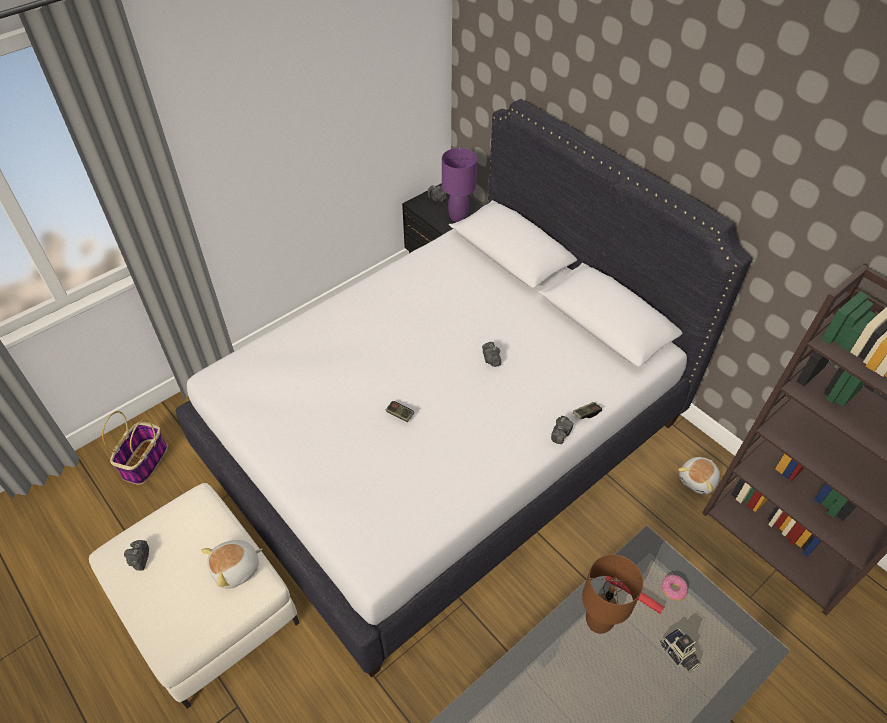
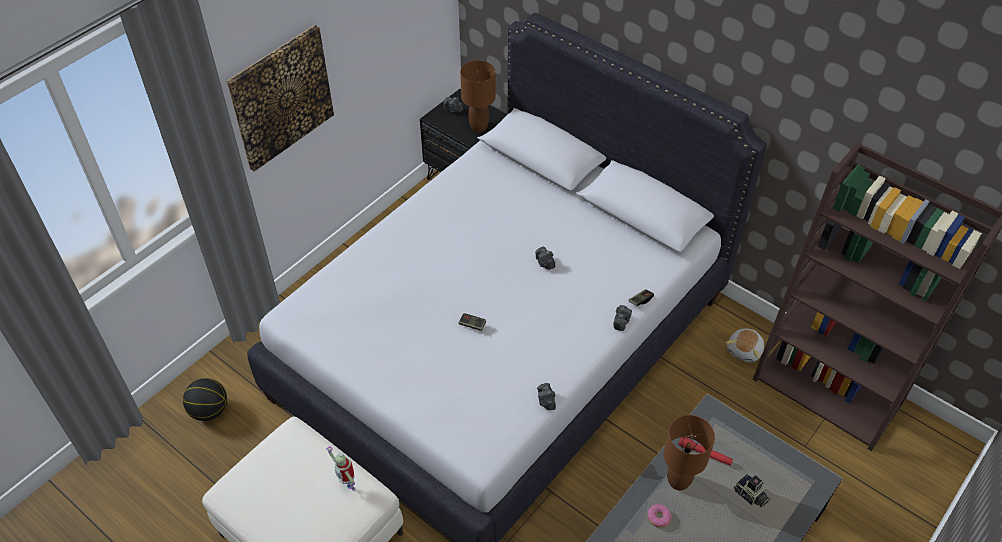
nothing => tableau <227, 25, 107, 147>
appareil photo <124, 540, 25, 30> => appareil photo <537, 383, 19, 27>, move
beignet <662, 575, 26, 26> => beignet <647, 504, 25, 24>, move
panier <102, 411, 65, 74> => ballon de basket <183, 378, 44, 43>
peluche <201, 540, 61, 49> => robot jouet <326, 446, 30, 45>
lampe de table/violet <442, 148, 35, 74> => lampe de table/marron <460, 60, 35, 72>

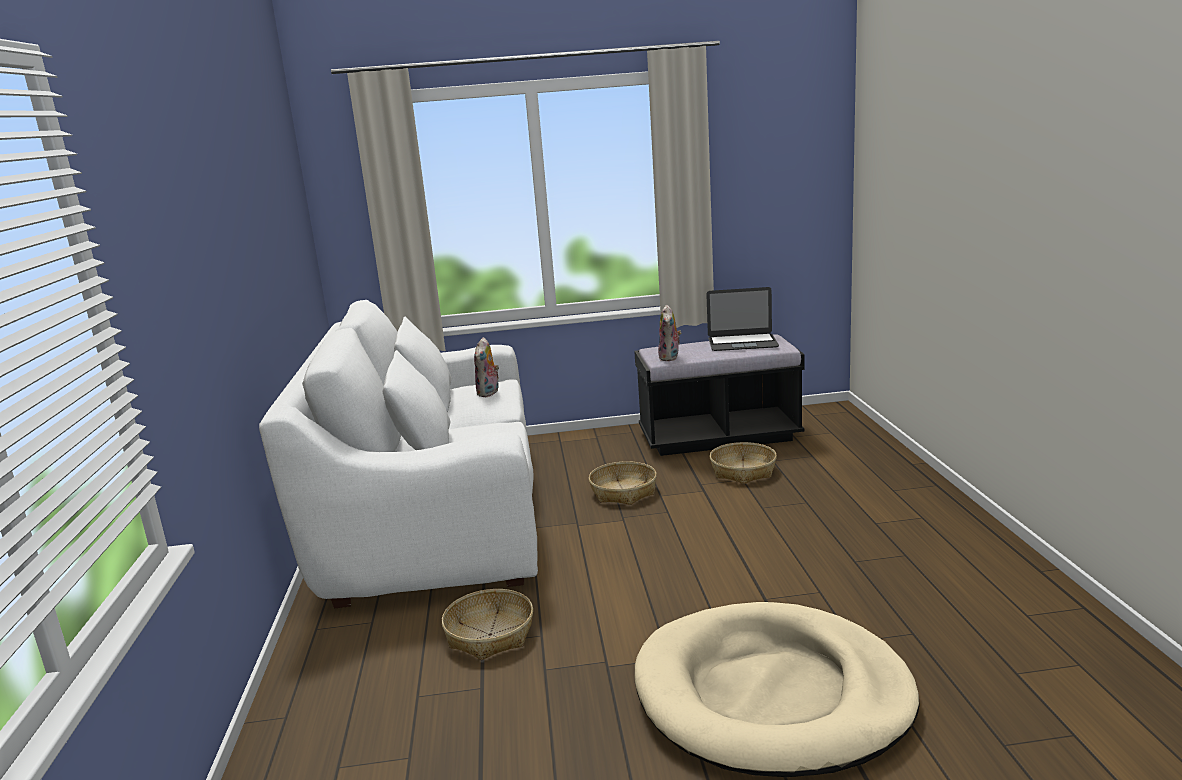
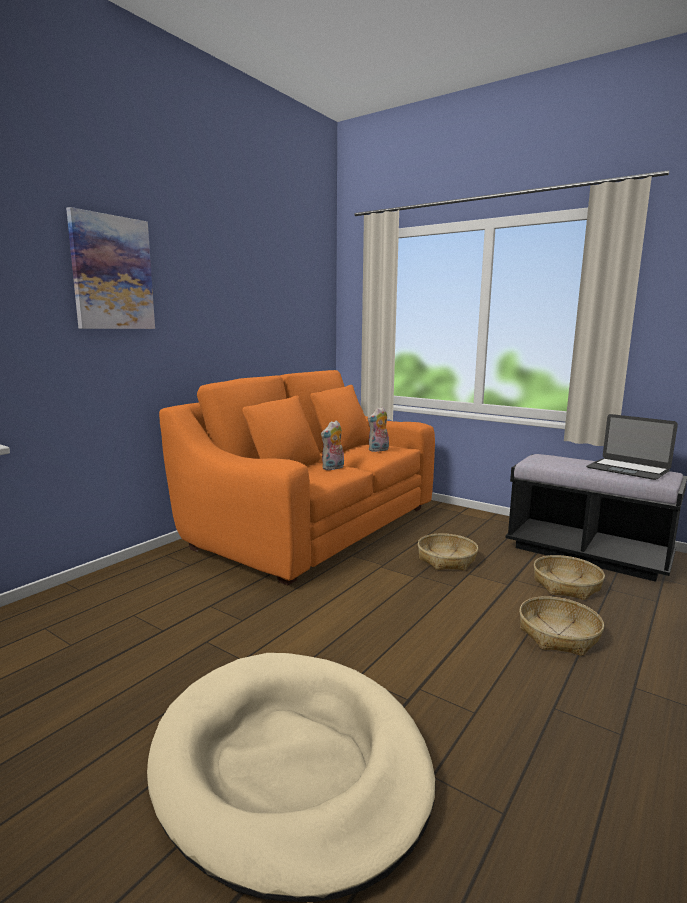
nothing => tableau <66, 207, 89, 122>
panier <442, 589, 91, 71> => panier <519, 596, 85, 60>, move
peluche <658, 305, 23, 56> => peluche <321, 420, 23, 50>, move
canapé/blanc <259, 300, 279, 308> => canapé/orange <159, 370, 276, 215>

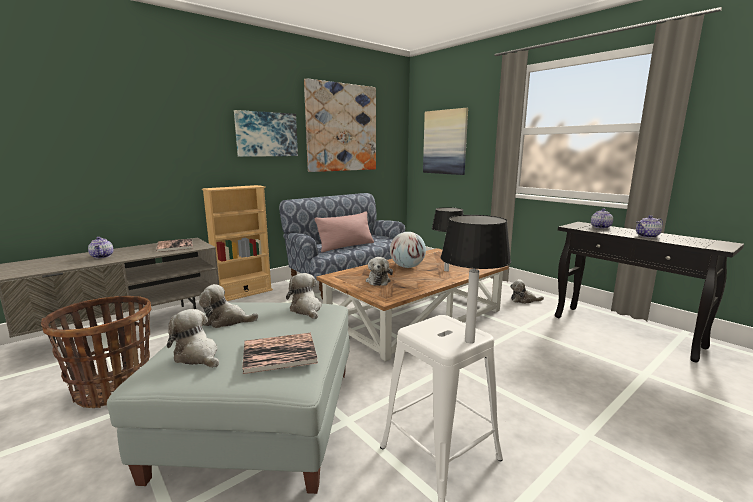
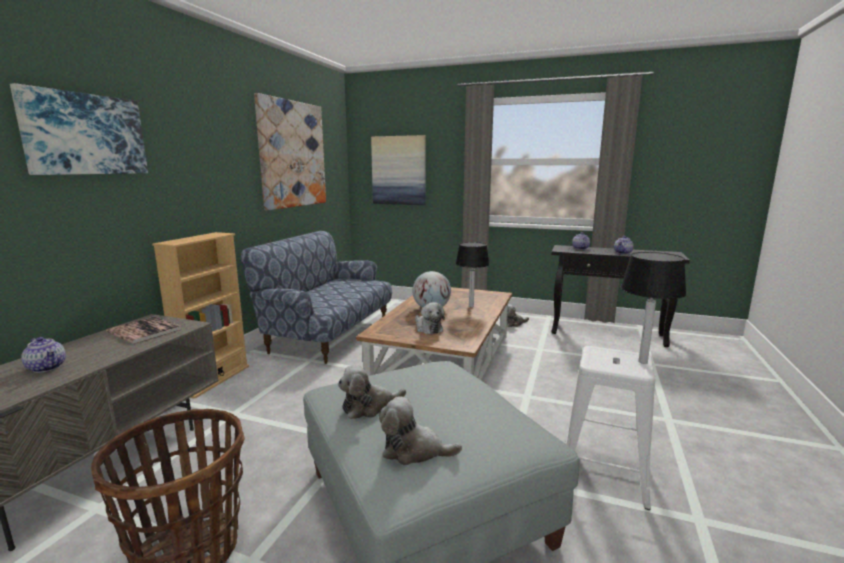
livre <242, 333, 76, 41> => nothing
peluche <286, 273, 36, 46> => nothing
coussin/rose <315, 211, 59, 41> => nothing
tableau <234, 110, 64, 47> => tableau <10, 83, 138, 92>, move

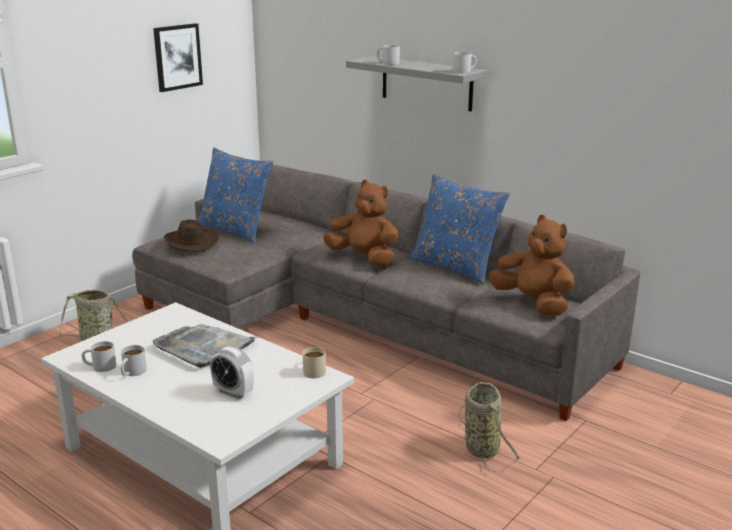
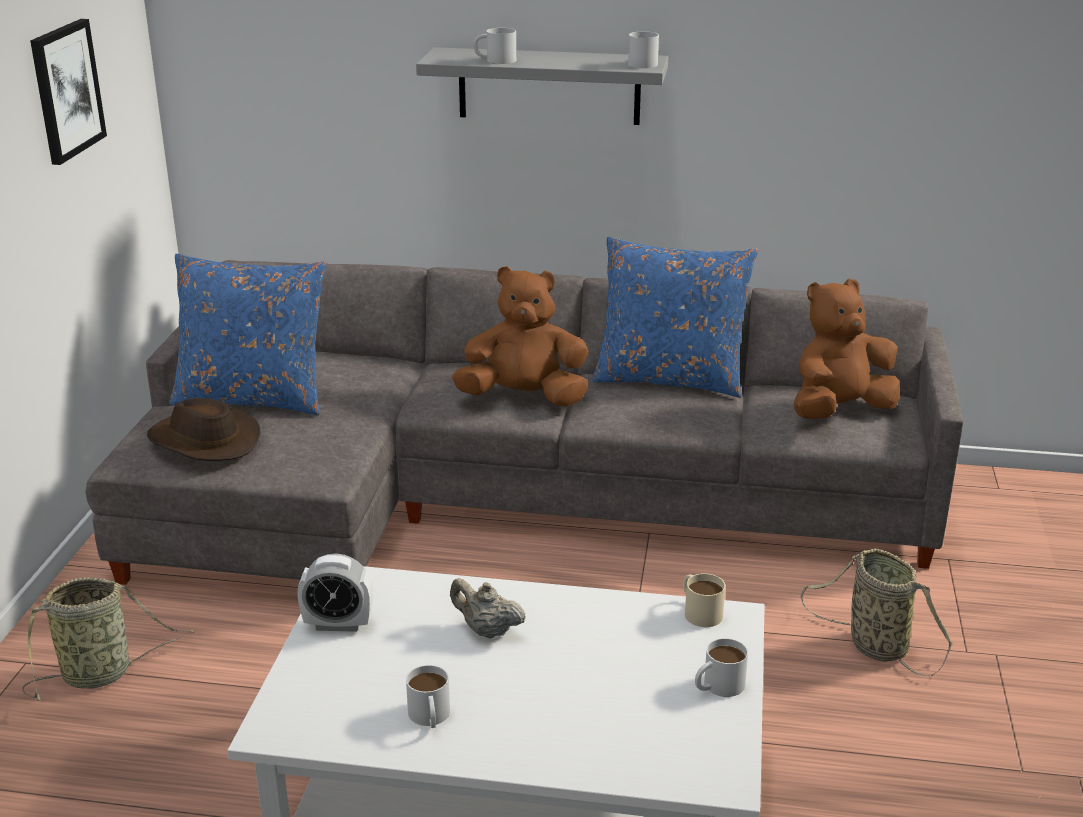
mug/blanc <82, 341, 35, 31> => mug/blanc <695, 638, 53, 59>, move
réveil <210, 346, 44, 53> => réveil <297, 554, 76, 78>, move
plateau/gris <153, 324, 105, 44> => théière/beige <450, 578, 76, 61>
peluche/marron <489, 215, 86, 101> => peluche/marron <794, 278, 106, 141>, 45 degrees counterclockwise

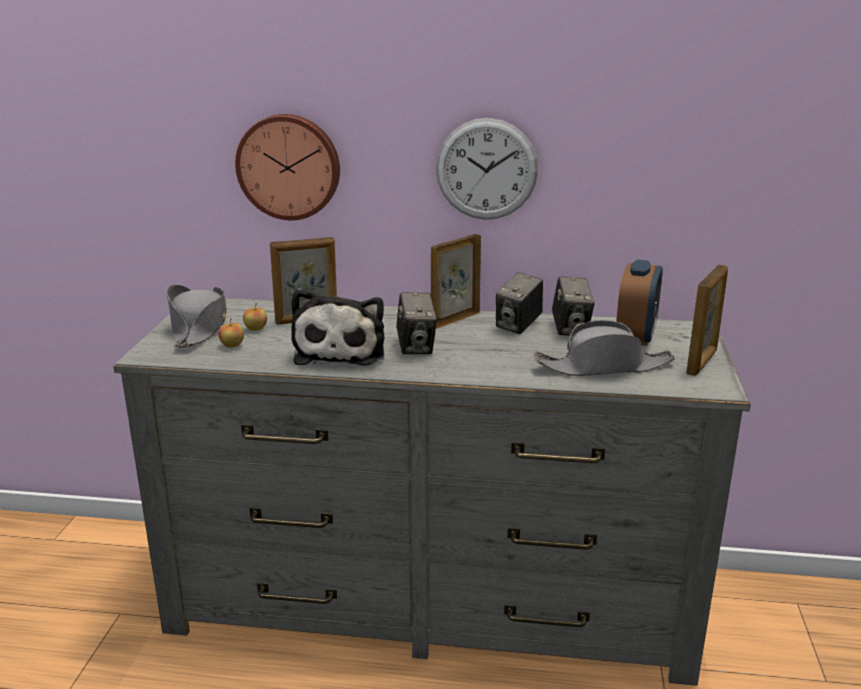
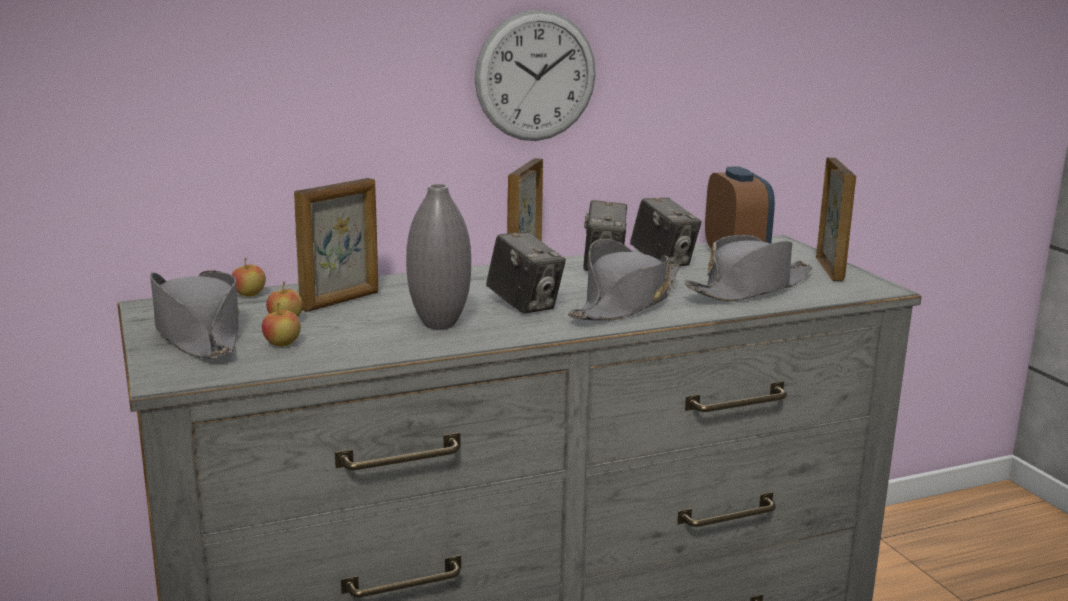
horloge murale <235, 114, 105, 106> => nothing
nothing => pomme <232, 258, 34, 39>
nothing => chapeau/gris <568, 239, 111, 82>
peluche <291, 288, 93, 78> => vase/gris <406, 184, 65, 145>

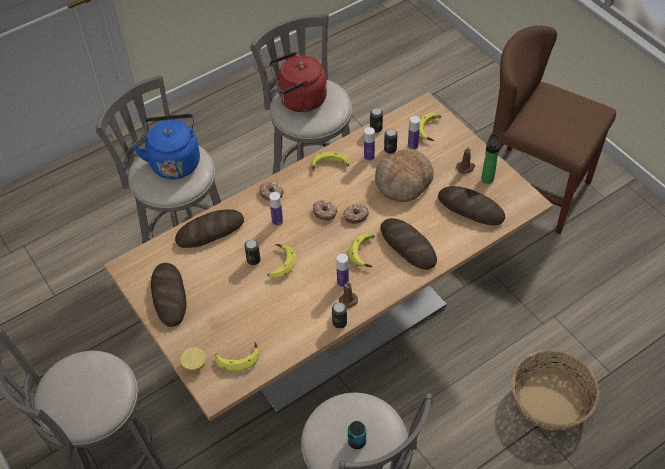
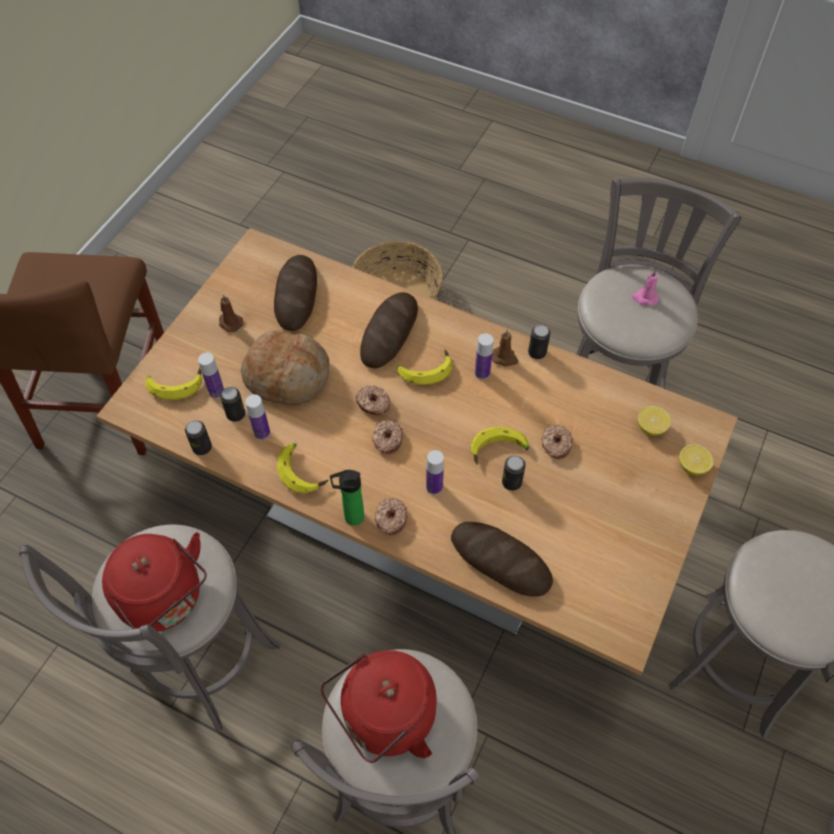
pain <151, 263, 36, 64> => nothing
nothing => beignet <542, 425, 31, 34>
bouteille <481, 134, 19, 50> => bouteille <330, 470, 34, 56>, move
banane <215, 342, 44, 29> => citron <638, 406, 33, 30>
boîte métallique <348, 421, 18, 28> => bougie/rose <632, 270, 27, 36>
bouilloire/bleu <133, 114, 67, 65> => bouilloire/rouge <320, 650, 117, 113>

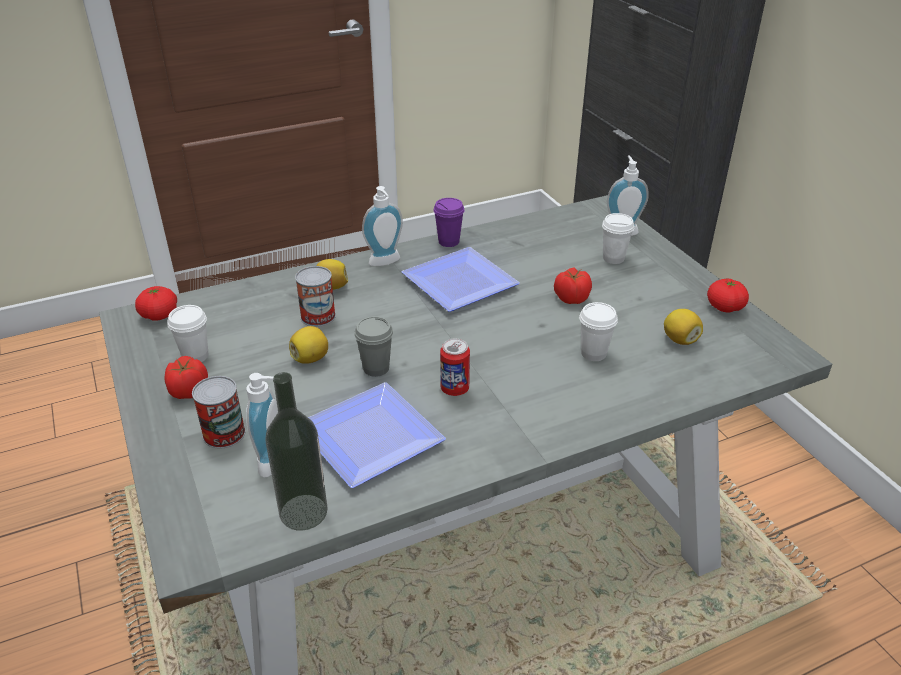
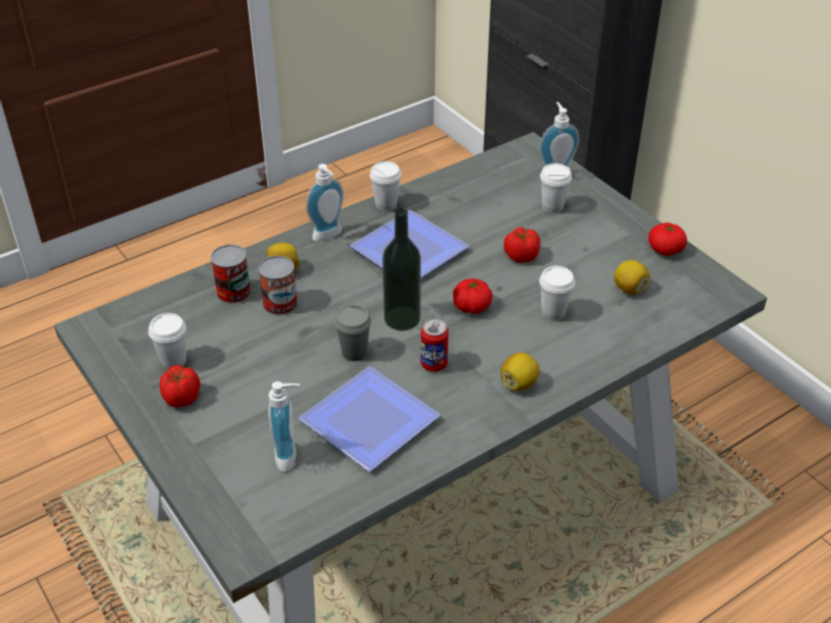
tomate <135, 286, 42, 35> => tomate <453, 279, 40, 35>, move
boîte métallique <192, 376, 54, 72> => boîte métallique <211, 244, 40, 60>, move
bouteille <265, 372, 63, 158> => bouteille <382, 208, 39, 123>, move
citron <289, 326, 39, 38> => citron <501, 353, 39, 38>, move
tasse/violet <433, 198, 32, 49> => tasse/blanc <370, 161, 31, 50>

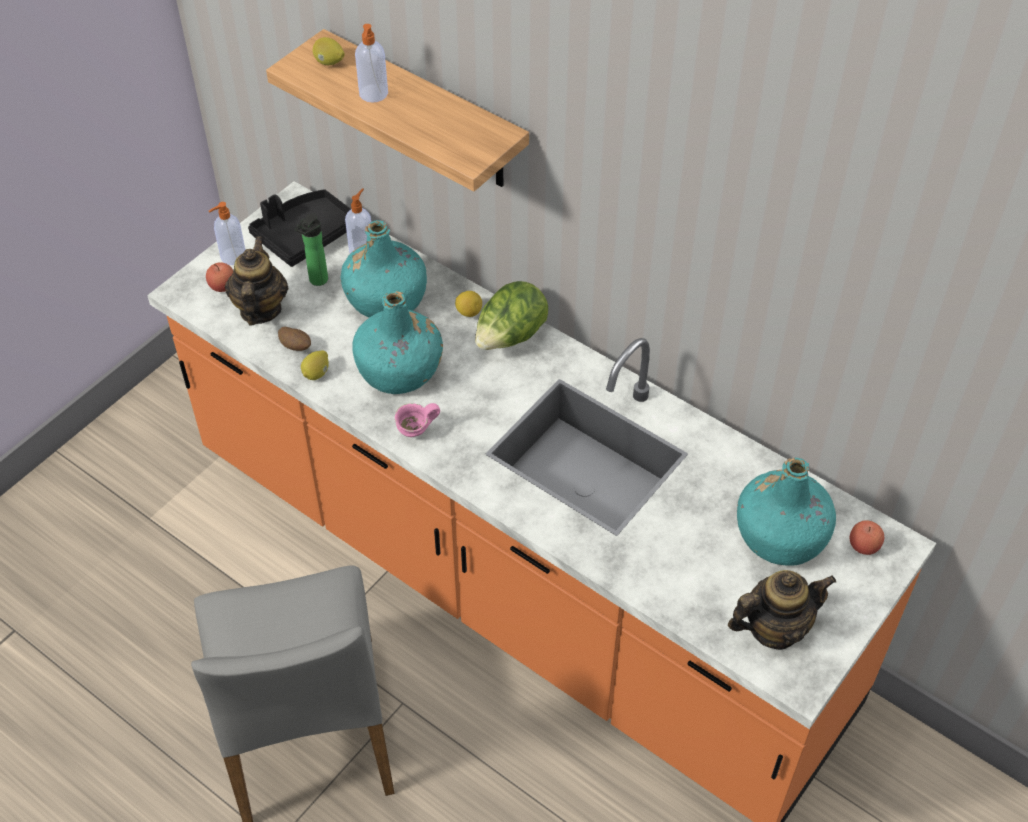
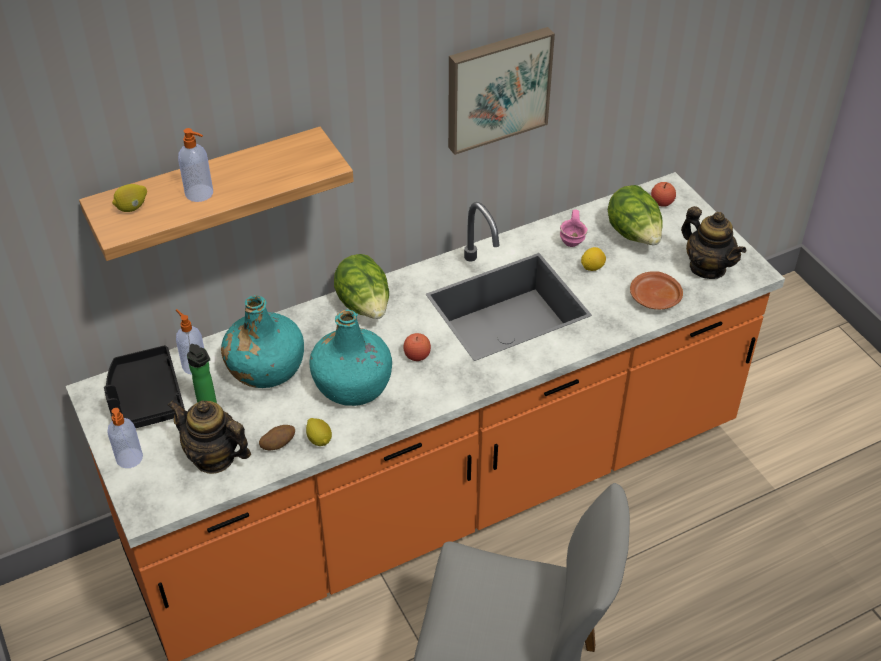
nothing => tableau <448, 27, 107, 128>
nothing => assiette/marron <630, 271, 53, 39>
pomme <206, 262, 27, 30> => pomme <404, 333, 27, 28>, move
mug/rose <395, 403, 45, 34> => mug/rose <560, 210, 28, 37>, move
citron <455, 291, 27, 26> => citron <581, 247, 25, 24>, move
bouteille/turquoise <737, 458, 99, 108> => laitue <608, 185, 55, 60>
théière <728, 570, 108, 80> => théière <681, 206, 65, 73>, 135 degrees clockwise

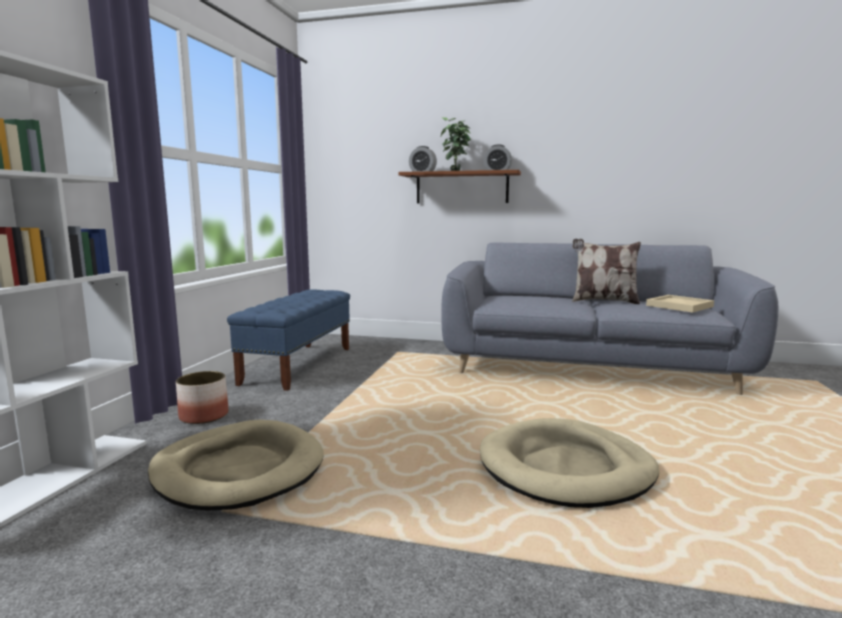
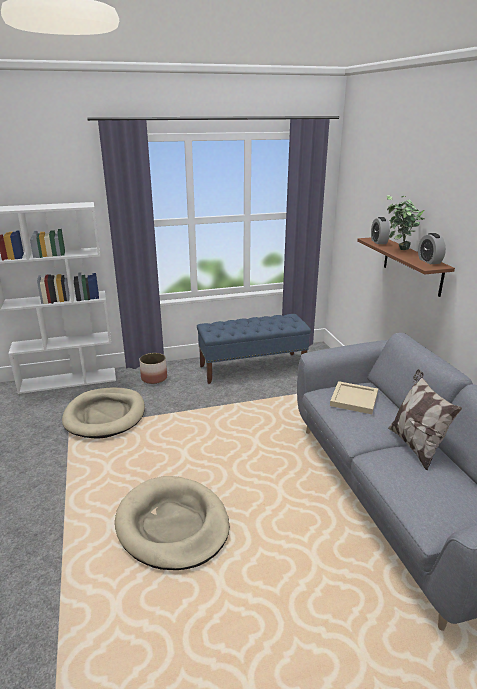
plateau/beige <646, 295, 68, 18> => plateau/beige <330, 381, 48, 33>, move

